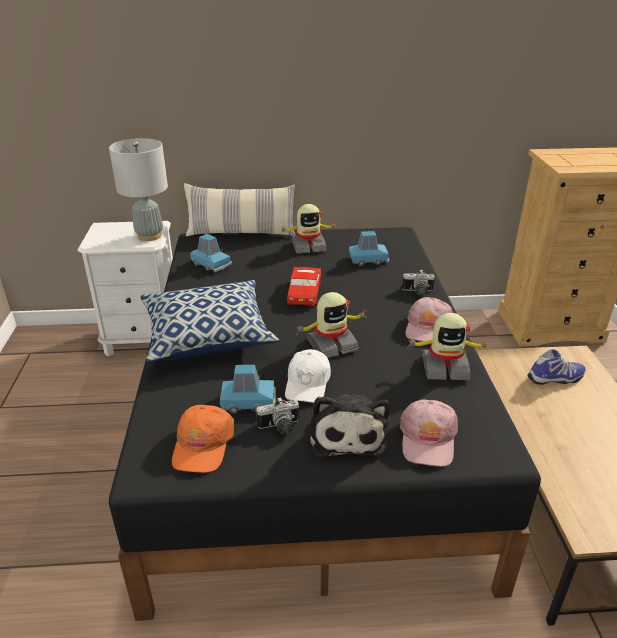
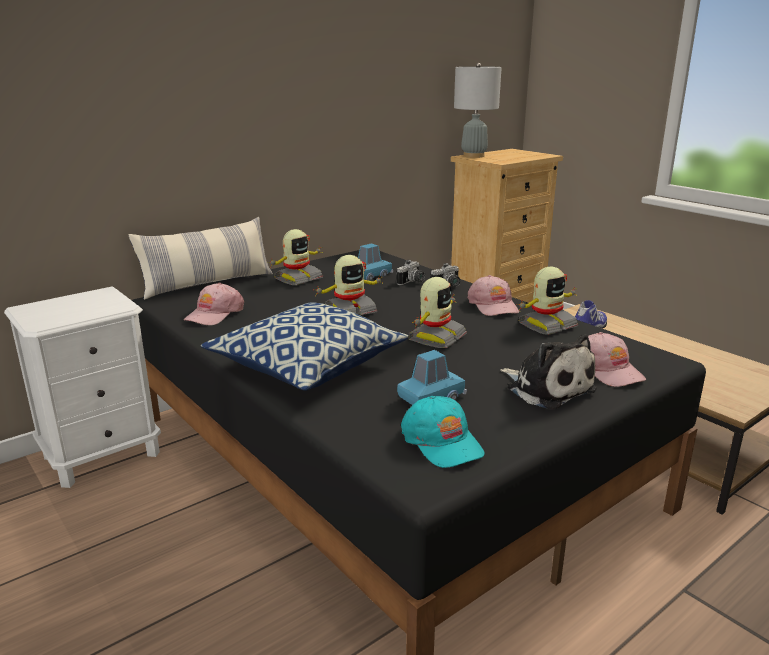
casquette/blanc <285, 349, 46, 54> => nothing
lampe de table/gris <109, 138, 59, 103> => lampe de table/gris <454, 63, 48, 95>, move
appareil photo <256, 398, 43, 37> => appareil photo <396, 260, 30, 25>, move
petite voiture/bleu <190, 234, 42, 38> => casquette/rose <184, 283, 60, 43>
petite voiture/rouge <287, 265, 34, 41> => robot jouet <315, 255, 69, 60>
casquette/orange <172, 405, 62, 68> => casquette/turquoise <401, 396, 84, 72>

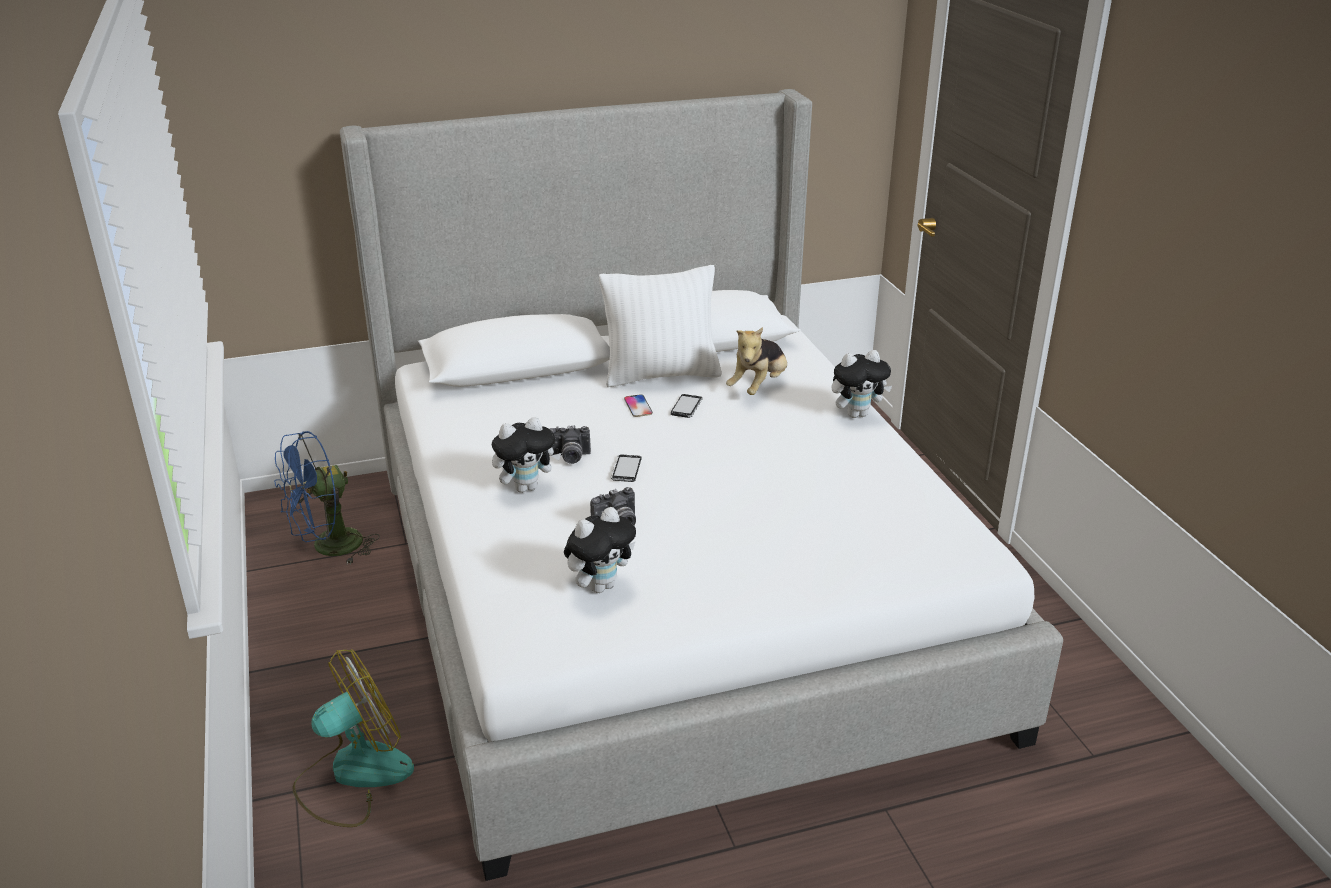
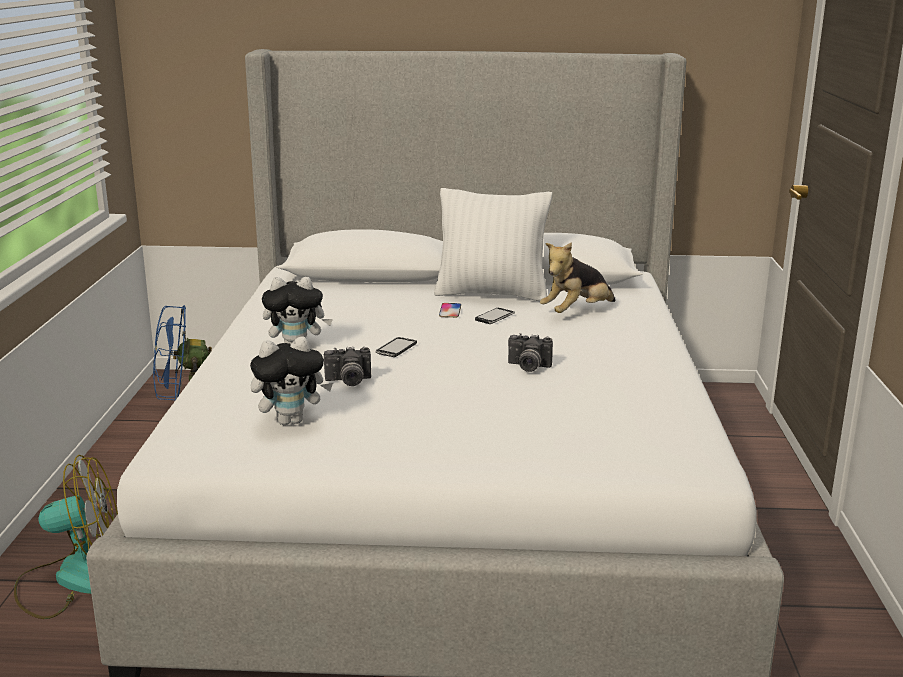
peluche <831, 350, 61, 68> => nothing
appareil photo <550, 425, 41, 39> => appareil photo <508, 333, 45, 39>, move

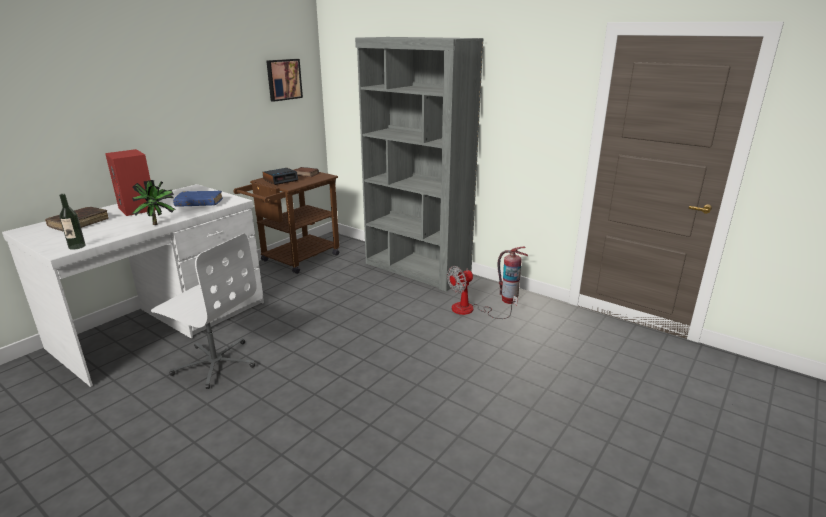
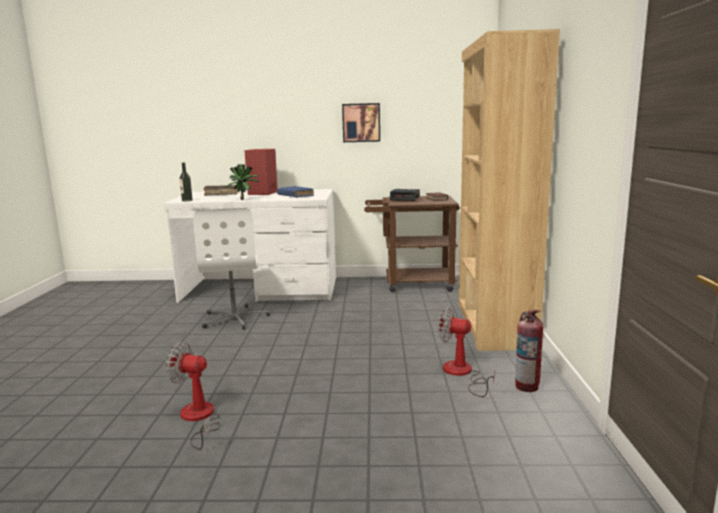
nothing => ventilateur <165, 342, 55, 108>
tableau <266, 59, 37, 43> => tableau <342, 103, 38, 39>, move
bibliothèque/gris <355, 37, 128, 255> => bibliothèque/marron <459, 29, 101, 322>

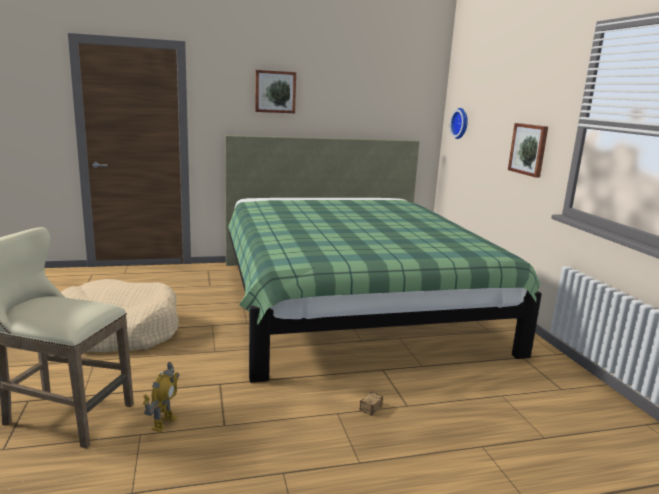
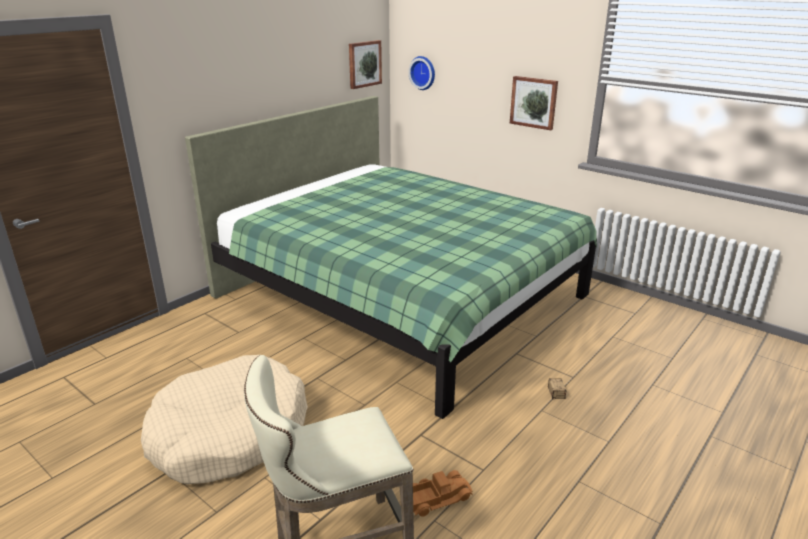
tableau <255, 70, 41, 43> => tableau <349, 40, 33, 49>, move
robot jouet <143, 362, 36, 70> => camion jouet <413, 470, 60, 47>

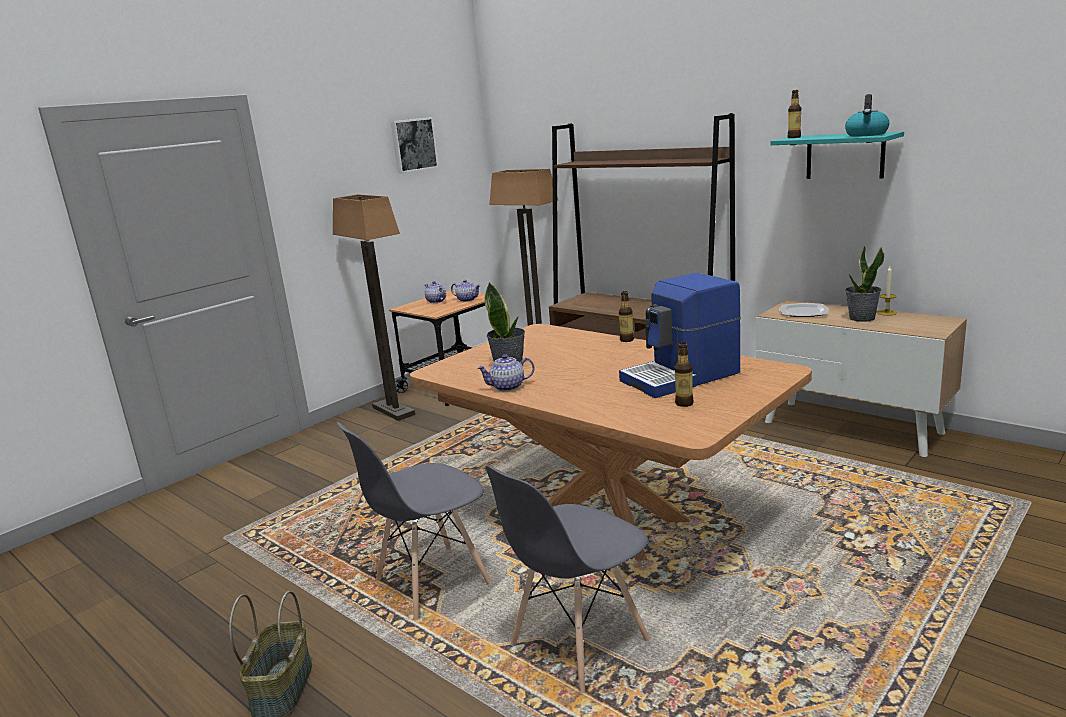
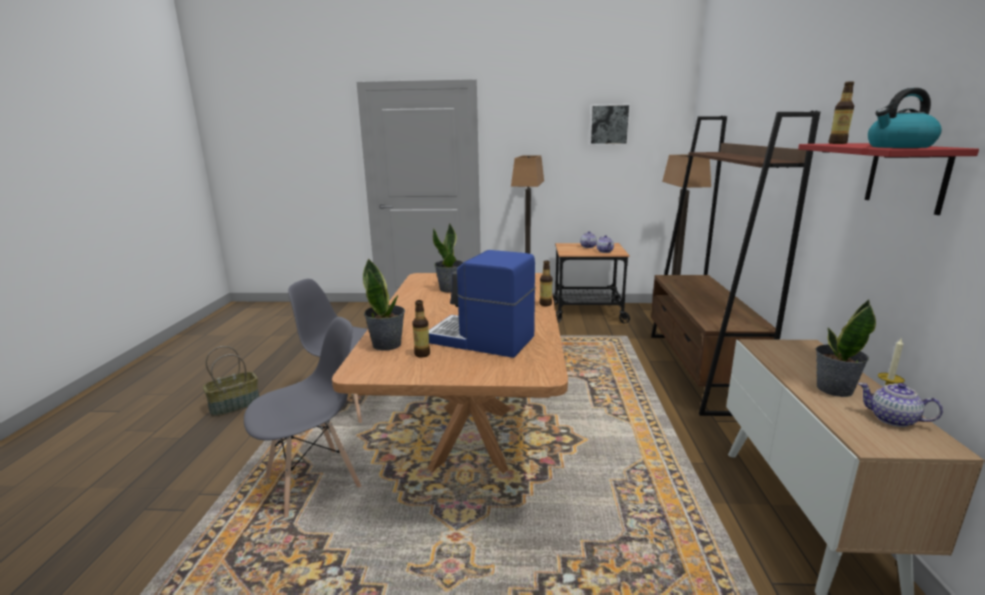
assiette <779, 303, 50, 14> => nothing
nothing => plante en pot <363, 258, 42, 93>
théière <477, 355, 58, 37> => théière <858, 383, 85, 44>, move
étagère/turquoise <770, 131, 134, 48> => étagère/rouge <798, 143, 181, 72>
chaise/gris <486, 466, 164, 227> => chaise/gris <244, 317, 117, 201>, 135 degrees clockwise

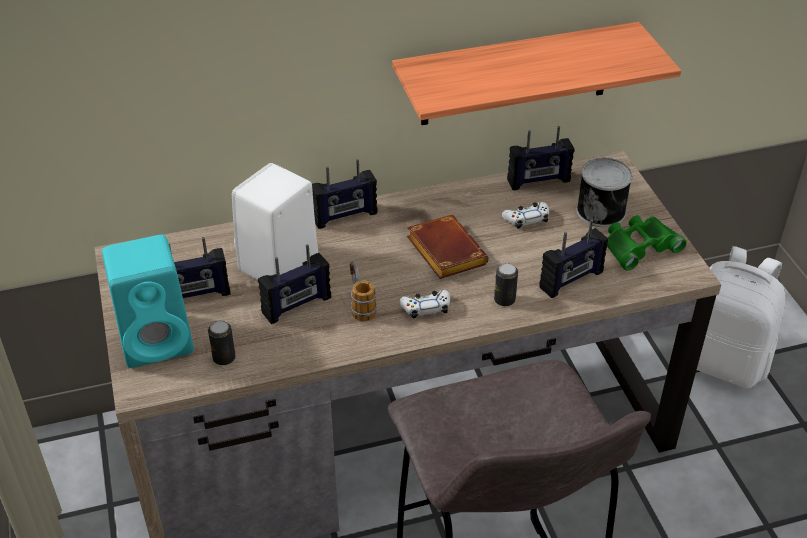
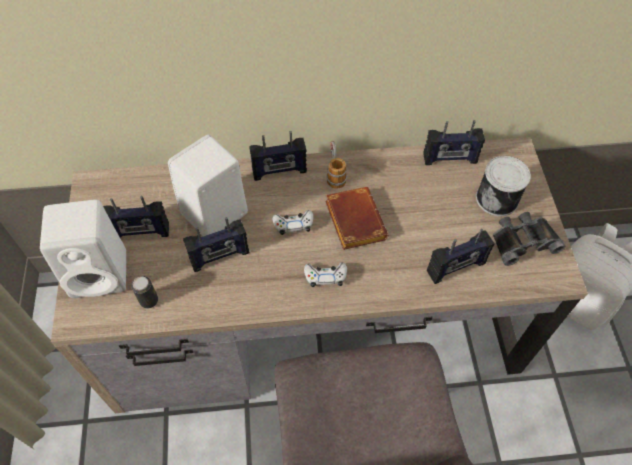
étagère <392, 22, 289, 103> => nothing
boîte métallique <494, 263, 24, 43> => nothing
mug <350, 262, 27, 60> => mug <326, 141, 21, 48>, move
manette/blanc <502, 202, 47, 27> => manette/blanc <273, 210, 40, 25>, move
enceinte/turquoise <102, 235, 92, 133> => enceinte/blanc <40, 200, 86, 98>
jumelles/vert <607, 215, 80, 56> => jumelles/noir <493, 212, 73, 54>

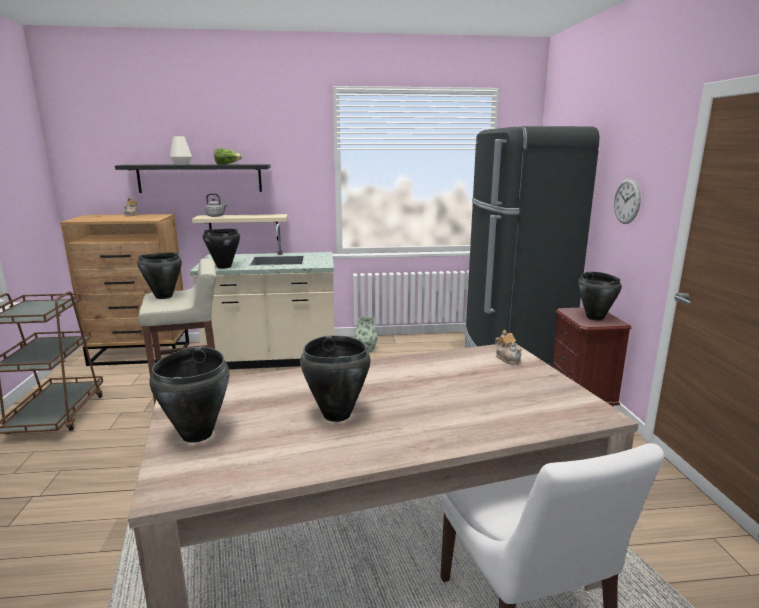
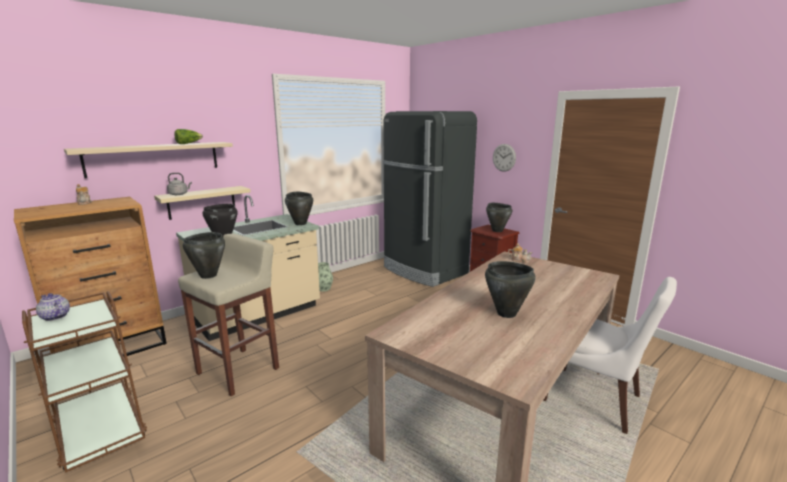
vase/blanc <170, 136, 22, 29> => nothing
nothing => théière <36, 293, 34, 28>
marmite/noir <150, 347, 79, 96> => marmite/noir <285, 192, 28, 33>, move
étagère/noir <115, 164, 156, 29> => étagère/beige <64, 142, 169, 36>

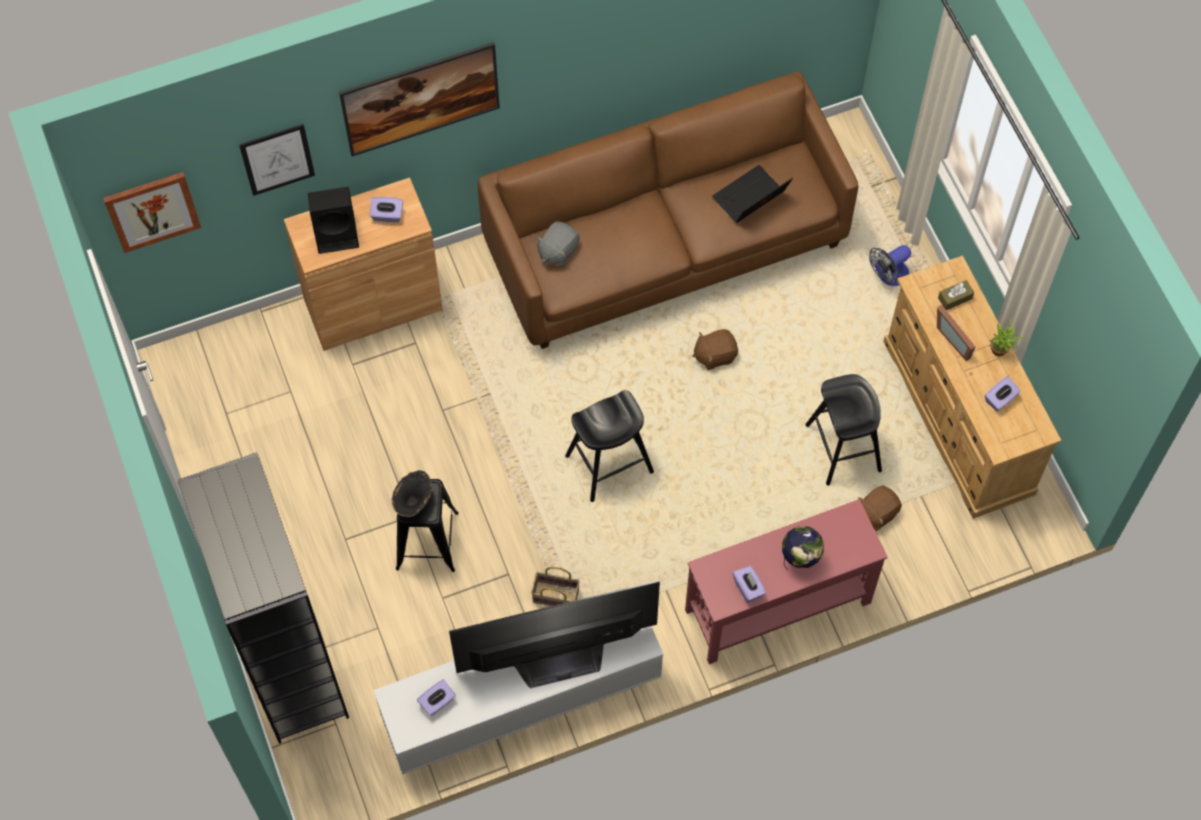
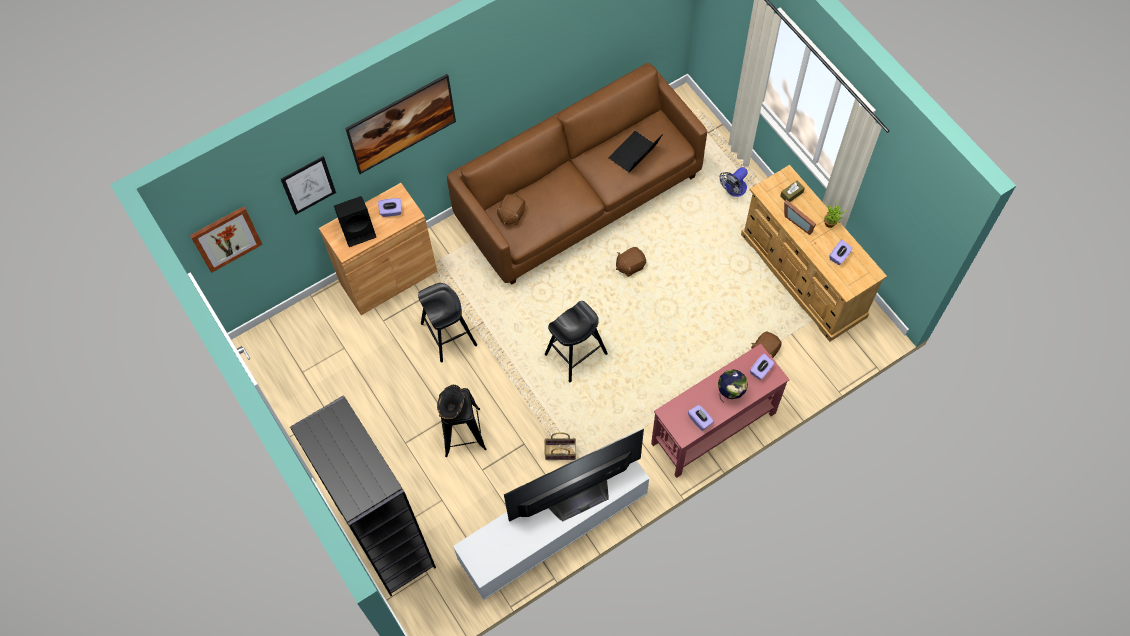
boîte à mouchoirs/violet <417, 679, 39, 37> => boîte à mouchoirs/violet <750, 354, 24, 26>, move
tabouret/noir <806, 374, 76, 111> => tabouret/noir <418, 283, 59, 79>, move
peluche/gris <536, 221, 44, 46> => peluche/marron <496, 194, 29, 31>

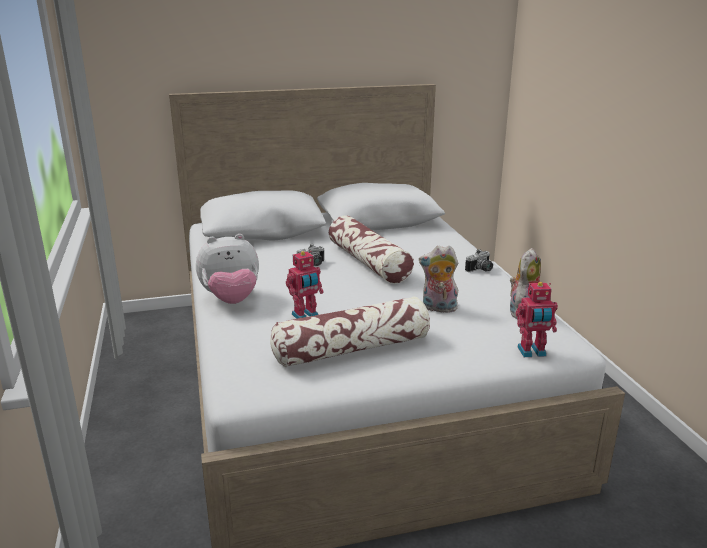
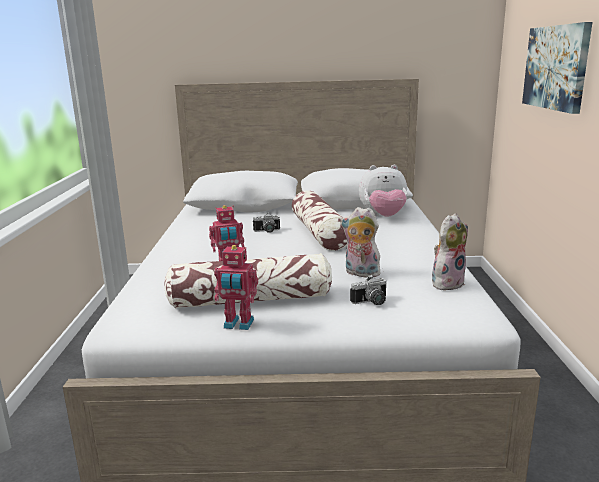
nothing => tableau <522, 22, 70, 92>
peluche <196, 234, 63, 70> => peluche <359, 165, 49, 52>, move
appareil photo <465, 249, 28, 23> => appareil photo <350, 275, 37, 30>, move
robot jouet <516, 282, 42, 75> => robot jouet <214, 245, 44, 85>, move

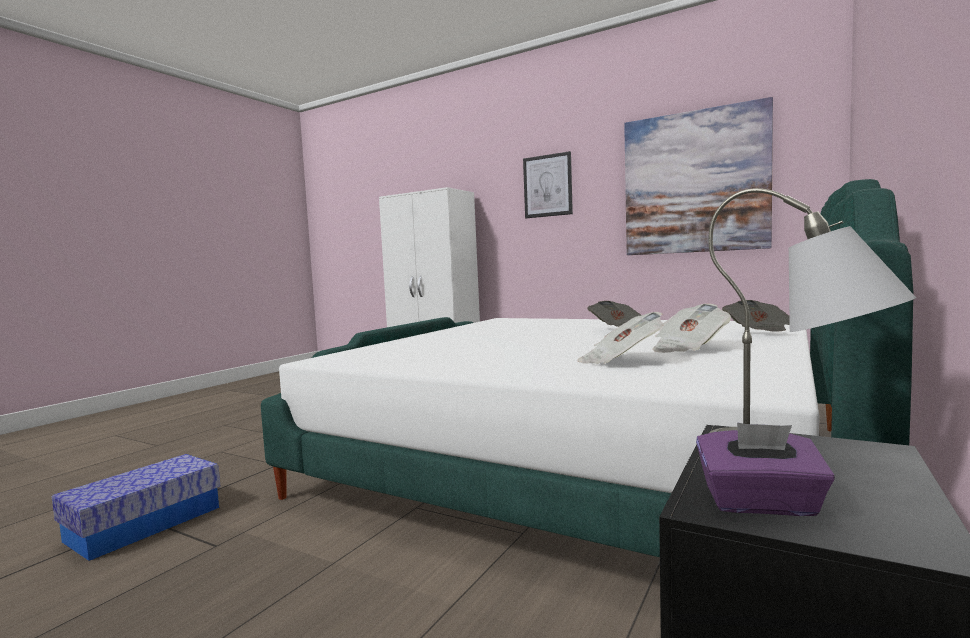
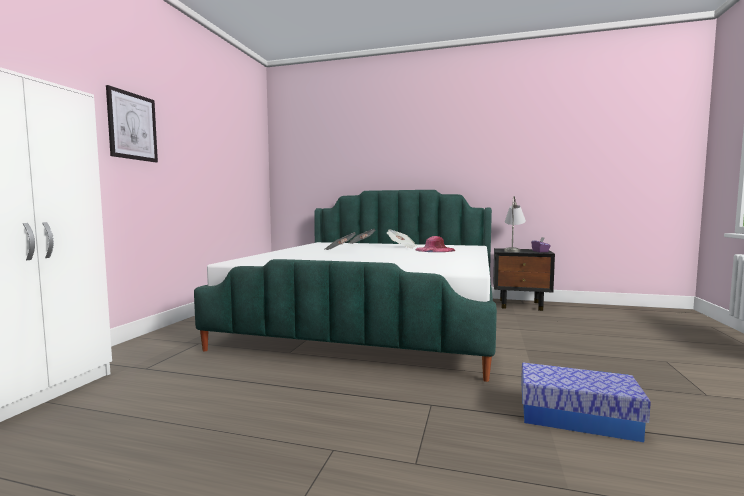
tableau <624, 97, 149, 158> => nothing
journal <578, 312, 86, 52> => chapeau/rose <416, 236, 39, 16>

